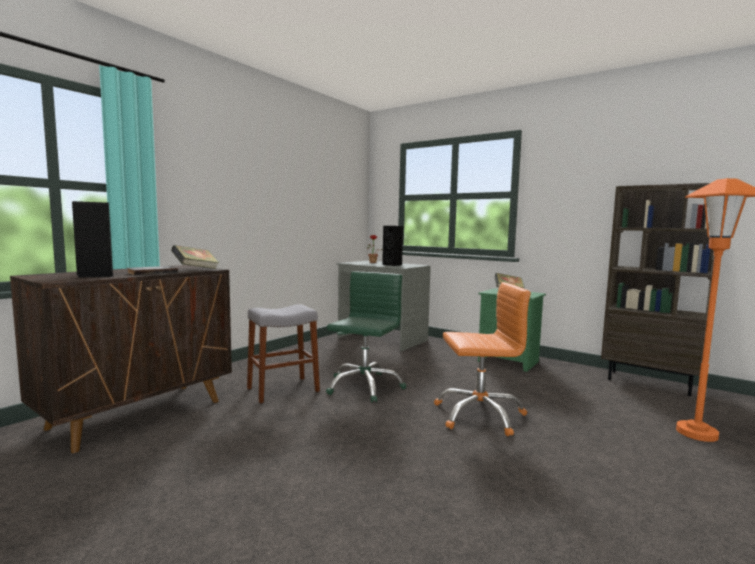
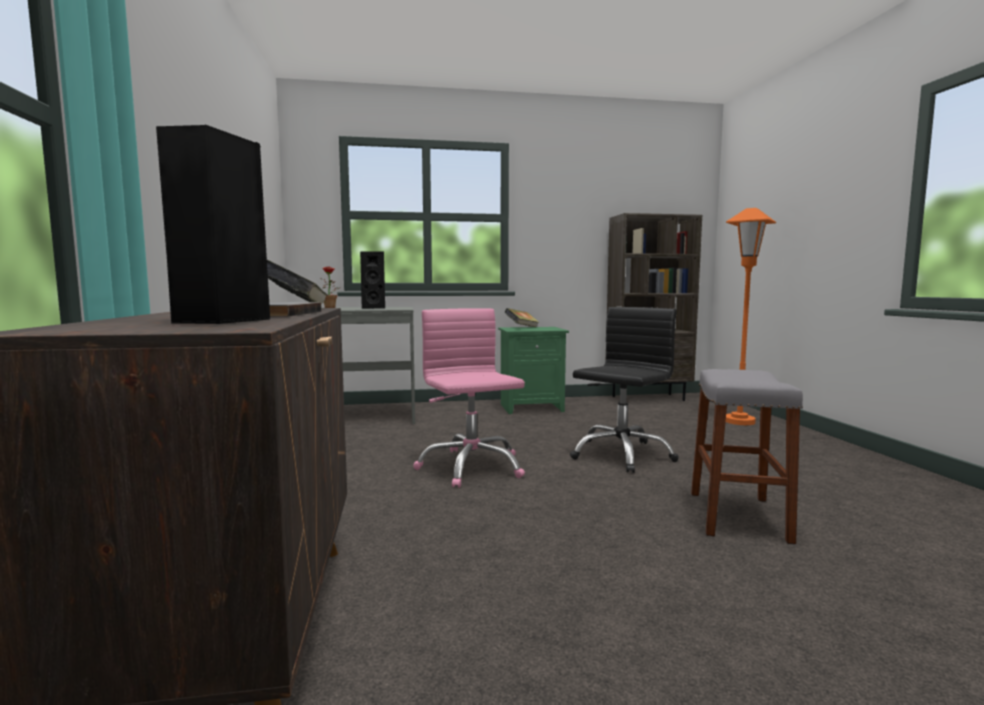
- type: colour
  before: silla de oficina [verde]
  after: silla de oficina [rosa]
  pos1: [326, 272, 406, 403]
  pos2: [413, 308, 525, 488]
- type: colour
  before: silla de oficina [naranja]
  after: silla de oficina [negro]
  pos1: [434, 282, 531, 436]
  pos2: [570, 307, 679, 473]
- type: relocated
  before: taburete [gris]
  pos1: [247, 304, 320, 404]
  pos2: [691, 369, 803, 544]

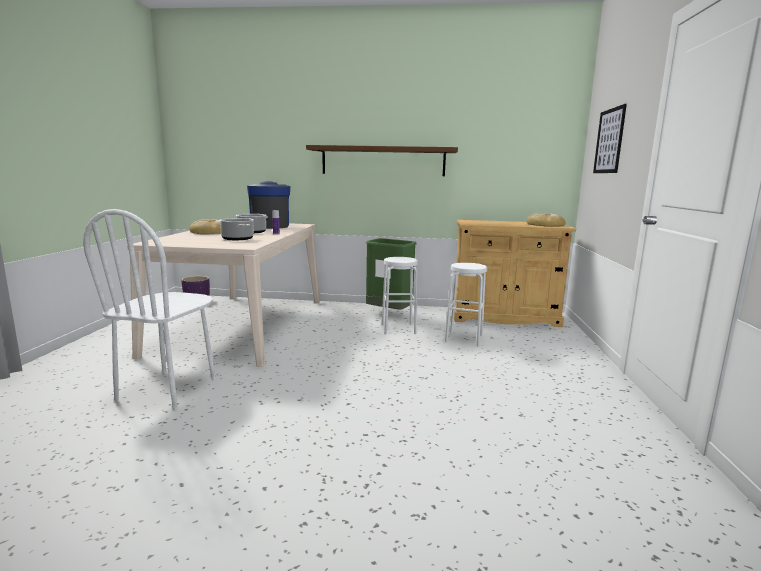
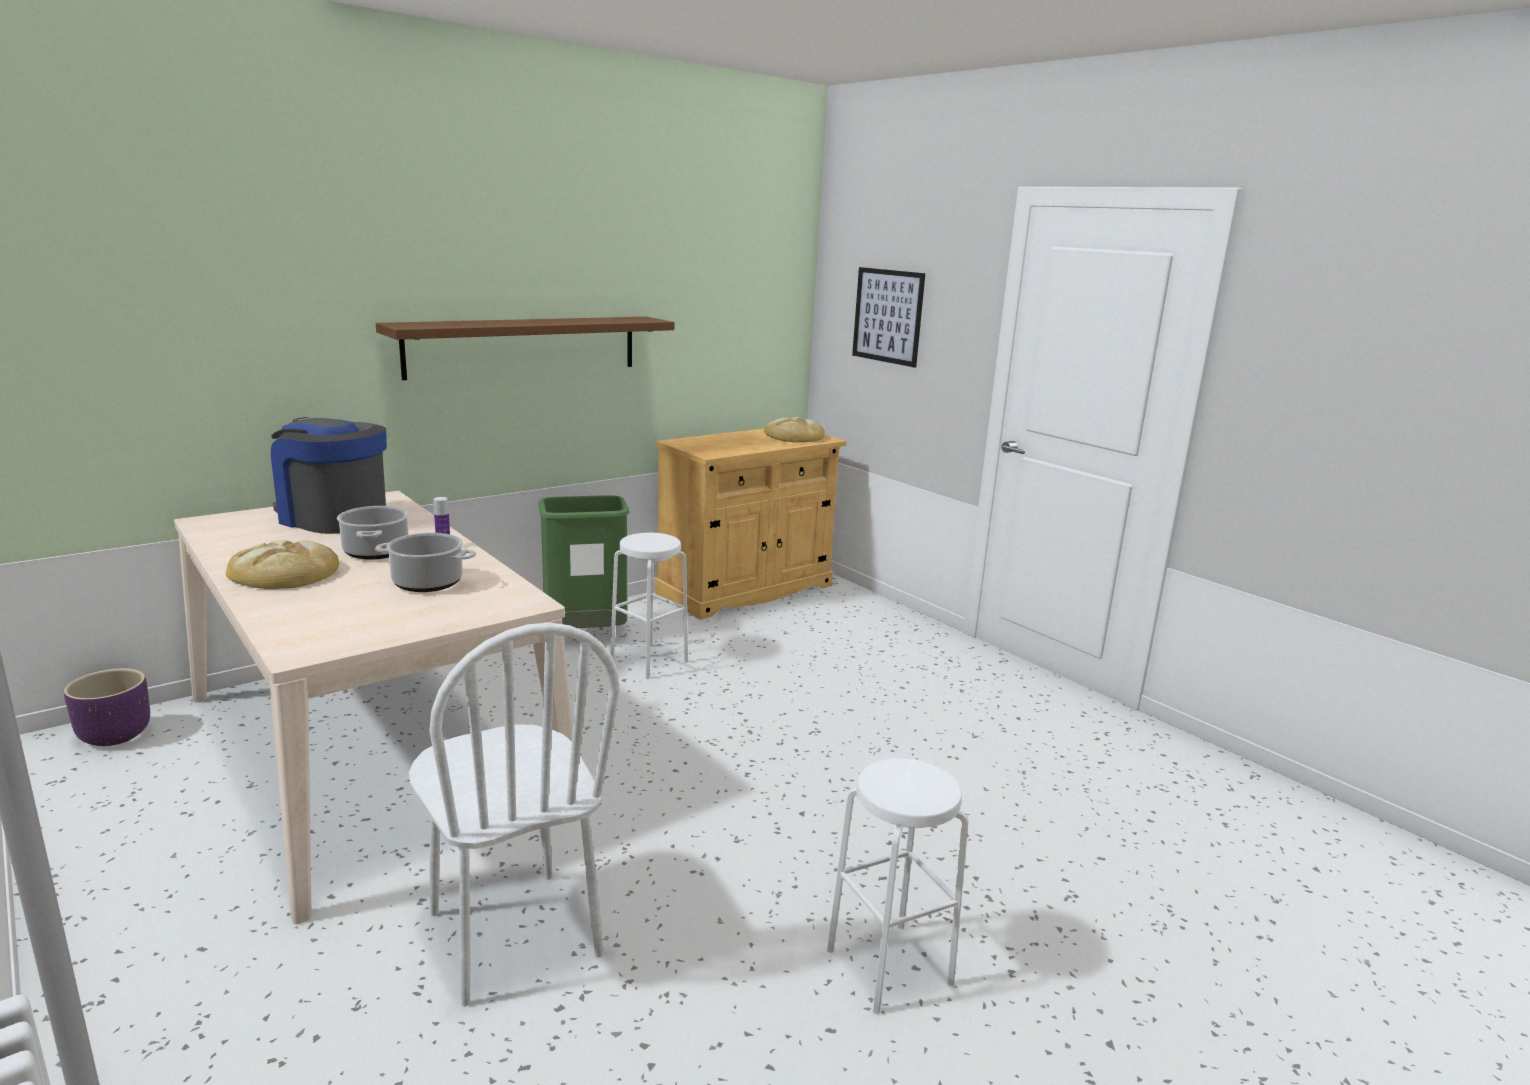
- type: relocated
  before: taburete [blanco]
  pos1: [445, 263, 487, 346]
  pos2: [827, 758, 968, 1015]

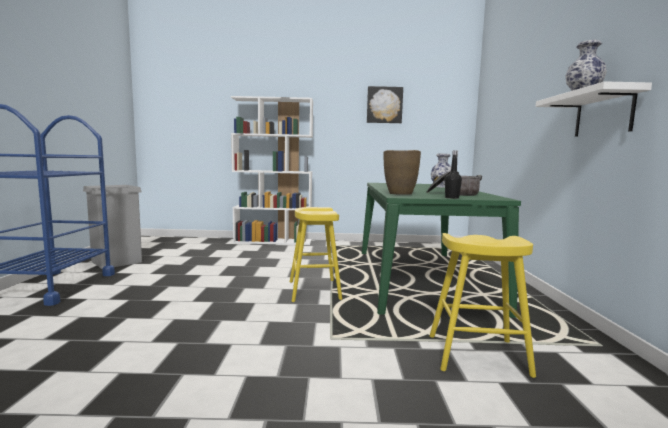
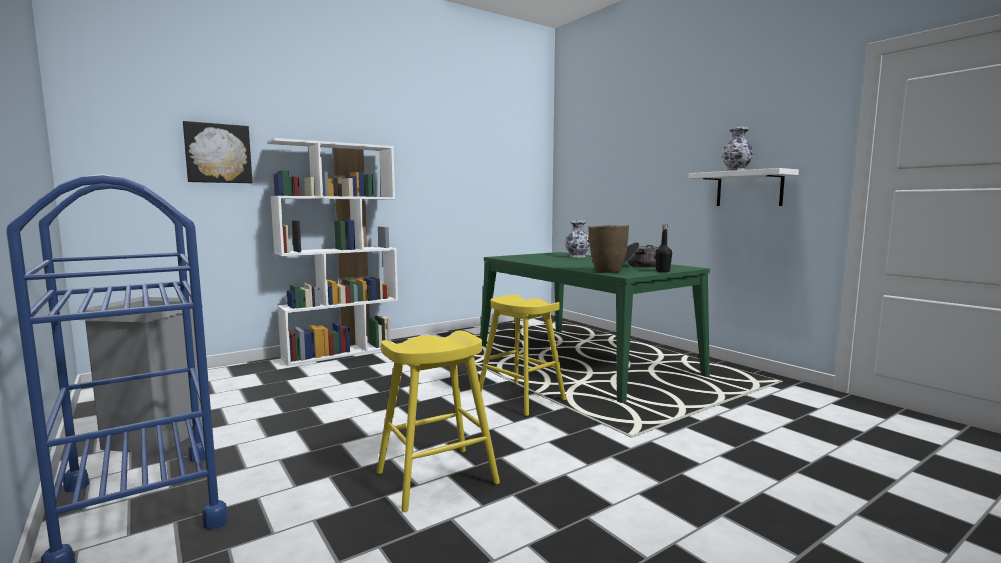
- type: relocated
  before: cuadro
  pos1: [367, 86, 403, 123]
  pos2: [183, 121, 252, 183]
- type: relocated
  before: taburete [amarillo]
  pos1: [430, 233, 536, 378]
  pos2: [376, 330, 500, 512]

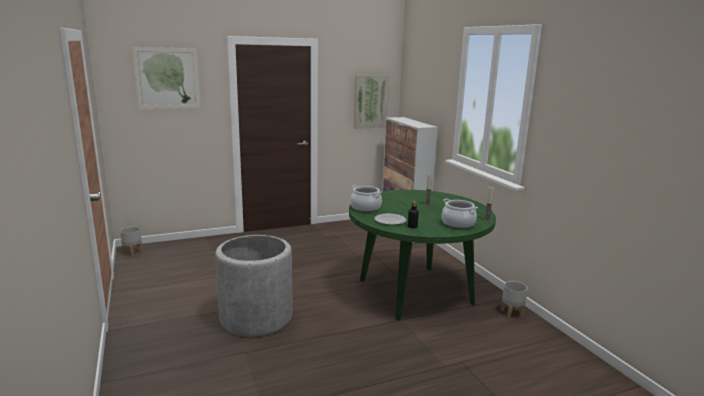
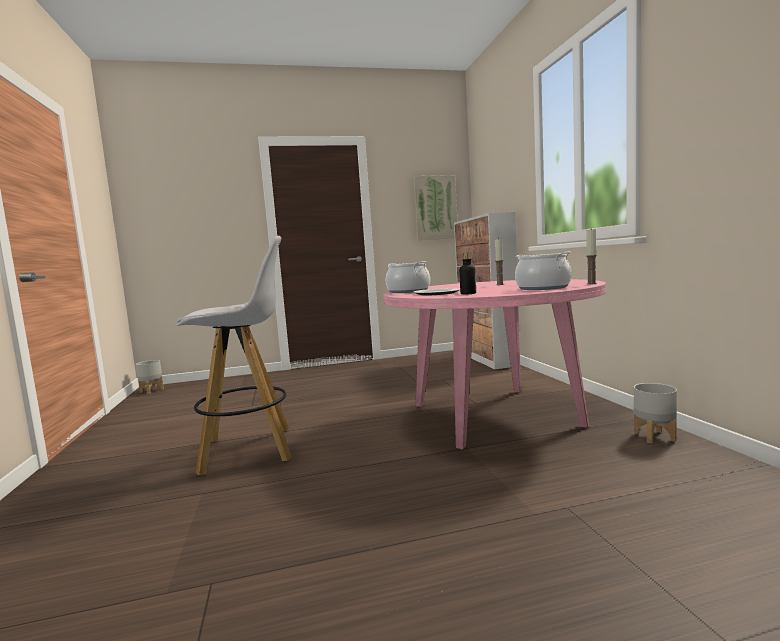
- type: missing
  before: cuadro
  pos1: [132, 47, 201, 109]
- type: colour
  before: mesa de comedor [verde]
  after: mesa de comedor [rosa]
  pos1: [349, 190, 496, 321]
  pos2: [384, 279, 606, 449]
- type: exchanged
  before: maceta [gris]
  after: taburete [blanco]
  pos1: [215, 235, 293, 337]
  pos2: [176, 236, 292, 475]

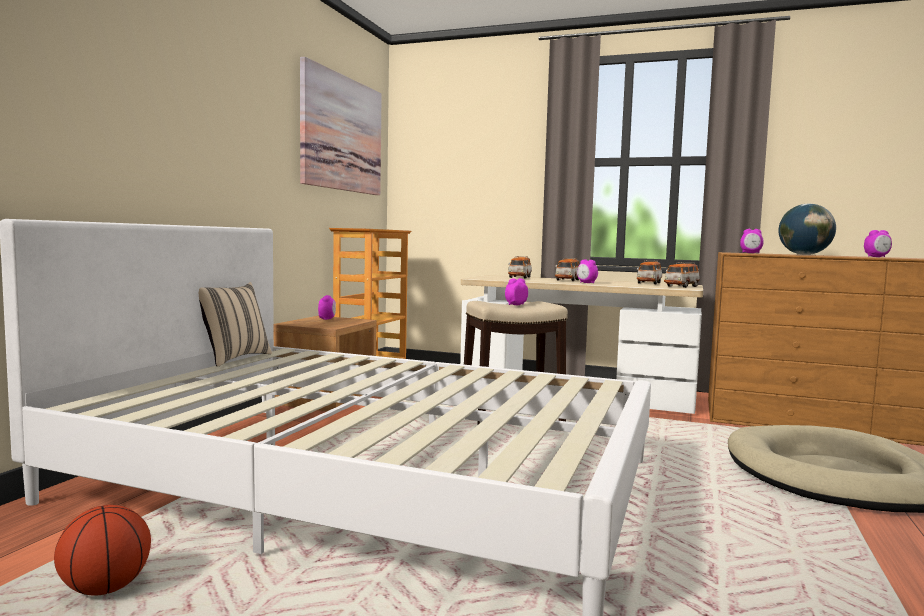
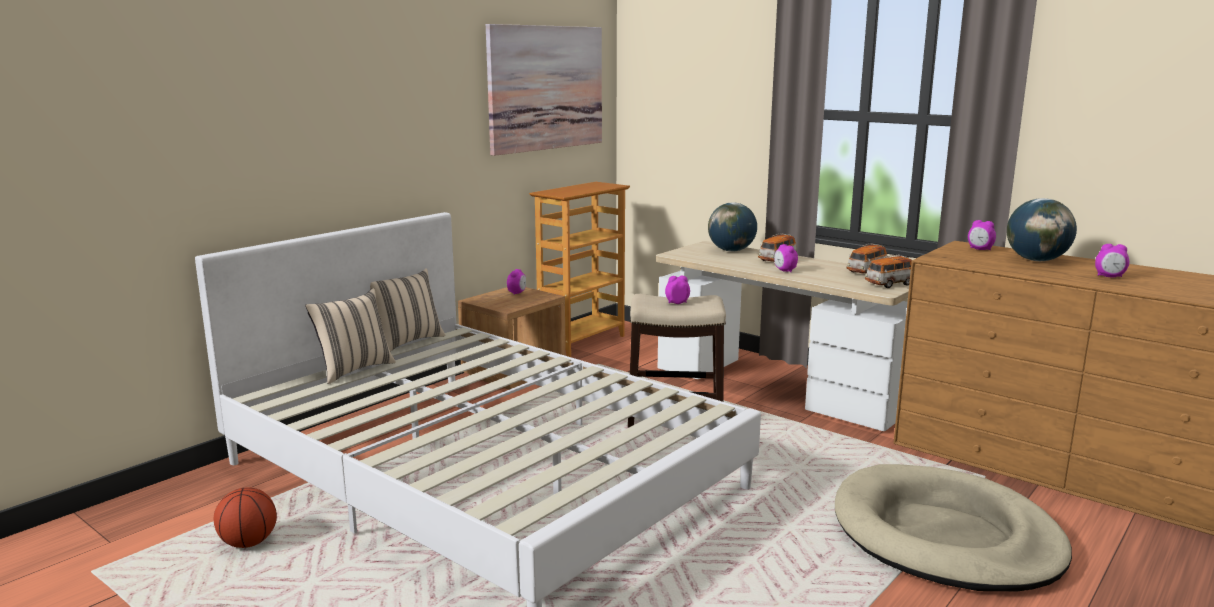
- type: exchanged
  before: coche de juguete
  after: globo terráqueo
  pos1: [508, 256, 532, 278]
  pos2: [708, 202, 757, 252]
- type: appeared
  after: cojín [beis]
  pos2: [305, 288, 396, 384]

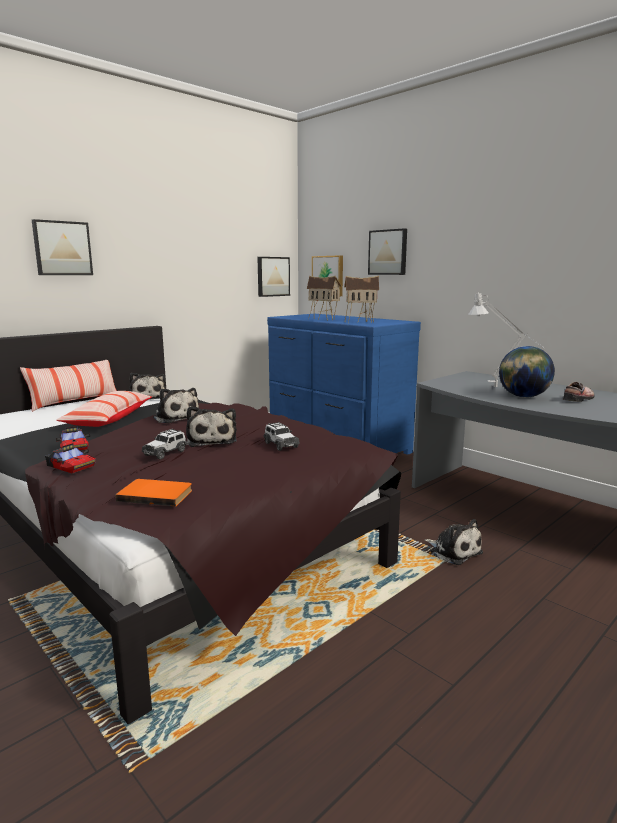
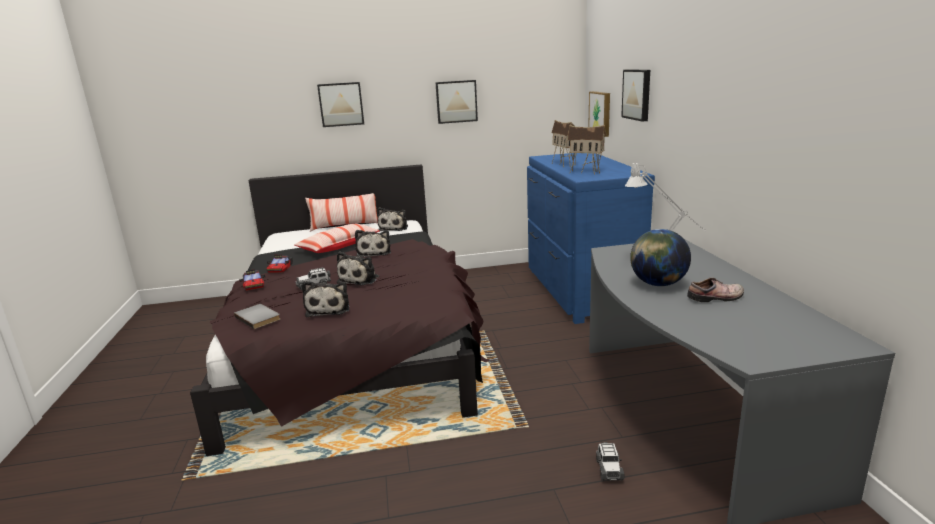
- type: relocated
  before: cuadro
  pos1: [257, 257, 290, 297]
  pos2: [435, 80, 478, 124]
- type: relocated
  before: coche de juguete
  pos1: [264, 422, 300, 451]
  pos2: [596, 442, 625, 481]
- type: colour
  before: libro [naranja]
  after: libro [gris]
  pos1: [116, 479, 192, 507]
  pos2: [234, 304, 280, 329]
- type: relocated
  before: peluche
  pos1: [424, 519, 483, 565]
  pos2: [302, 281, 349, 317]

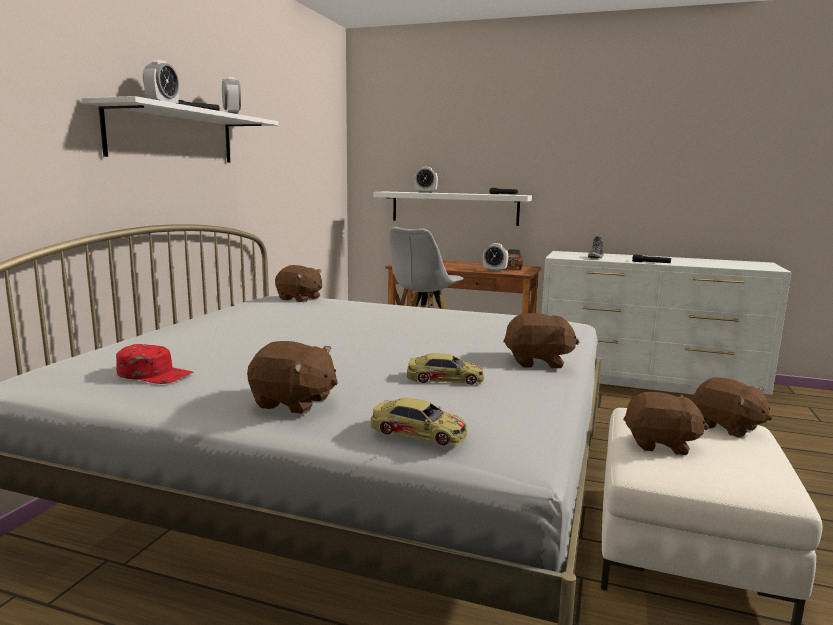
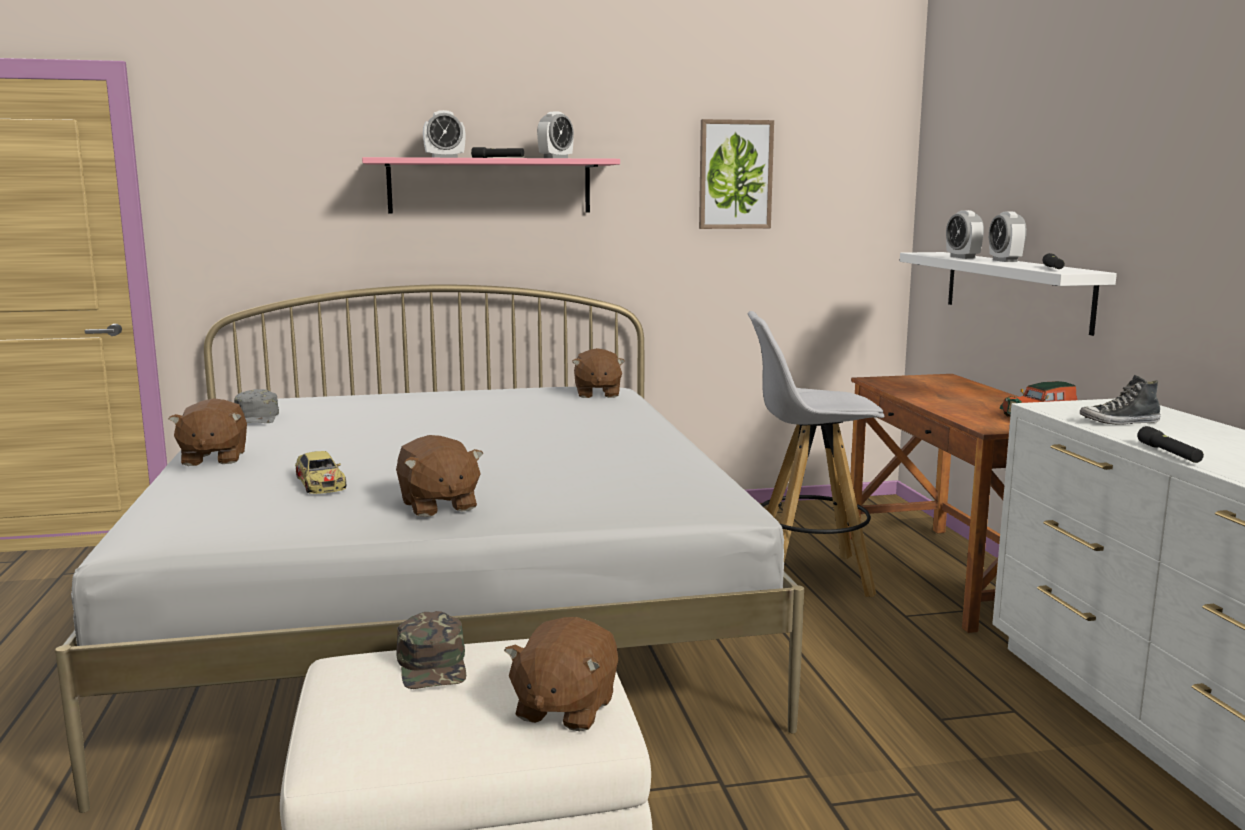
- type: colour
  before: estante [blanco]
  after: estante [rosa]
  pos1: [81, 96, 278, 163]
  pos2: [362, 157, 620, 214]
- type: relocated
  before: despertador
  pos1: [483, 243, 508, 272]
  pos2: [989, 212, 1027, 262]
- type: colour
  before: gorra [rojo]
  after: gorra [gris]
  pos1: [116, 344, 193, 384]
  pos2: [234, 389, 279, 423]
- type: exchanged
  before: peluche [marrón]
  after: gorra [verde]
  pos1: [623, 392, 709, 455]
  pos2: [396, 611, 466, 689]
- type: missing
  before: coche de juguete
  pos1: [371, 398, 468, 445]
- type: appeared
  after: cuadro
  pos2: [699, 119, 774, 229]

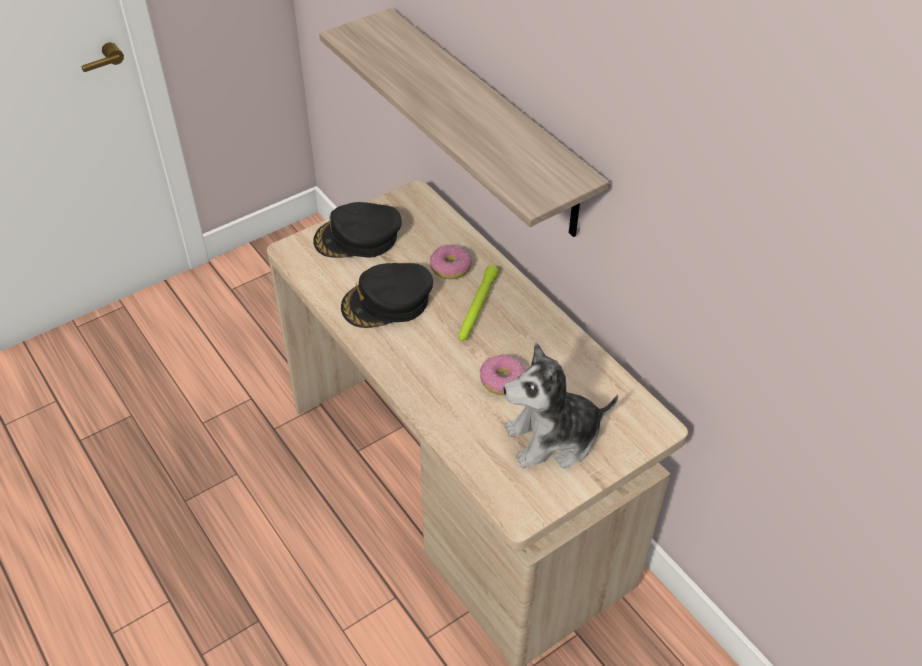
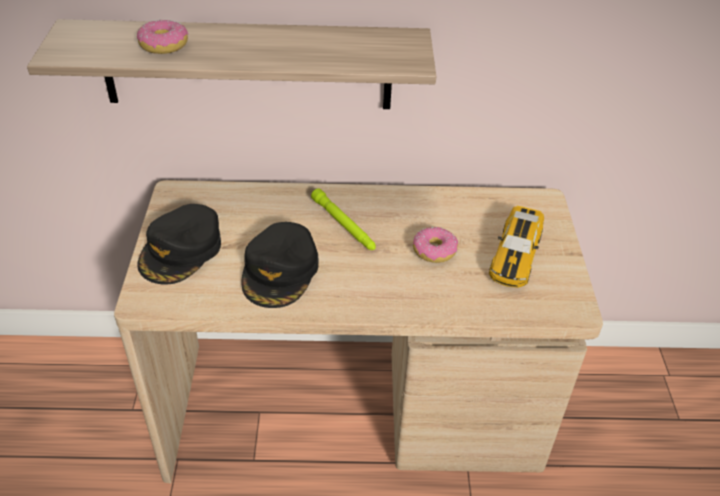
- type: relocated
  before: rosquilla
  pos1: [430, 244, 472, 279]
  pos2: [137, 19, 188, 54]
- type: exchanged
  before: peluche
  after: coche de juguete
  pos1: [503, 343, 618, 468]
  pos2: [489, 206, 544, 288]

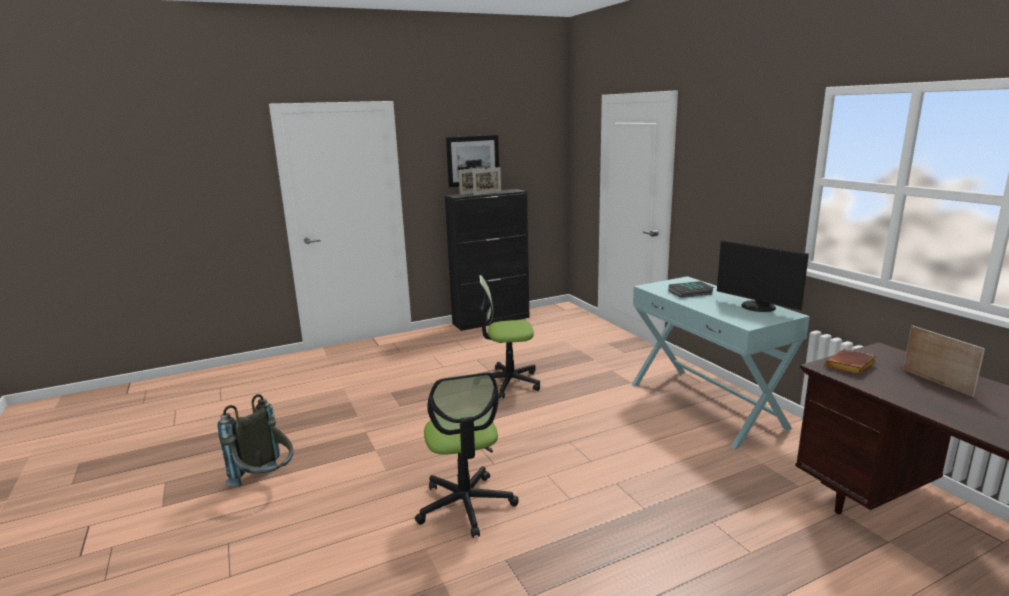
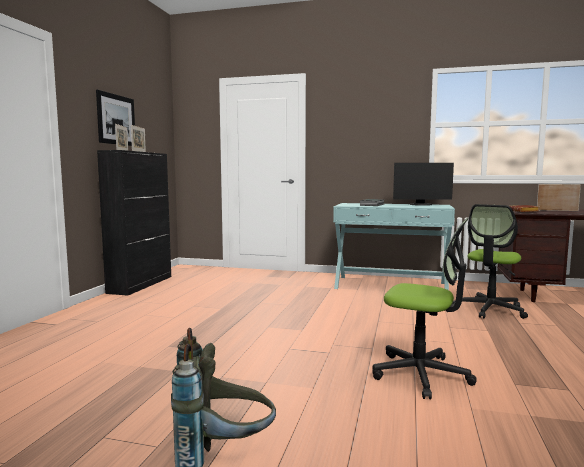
- type: relocated
  before: silla de oficina
  pos1: [479, 275, 540, 399]
  pos2: [452, 204, 528, 319]

